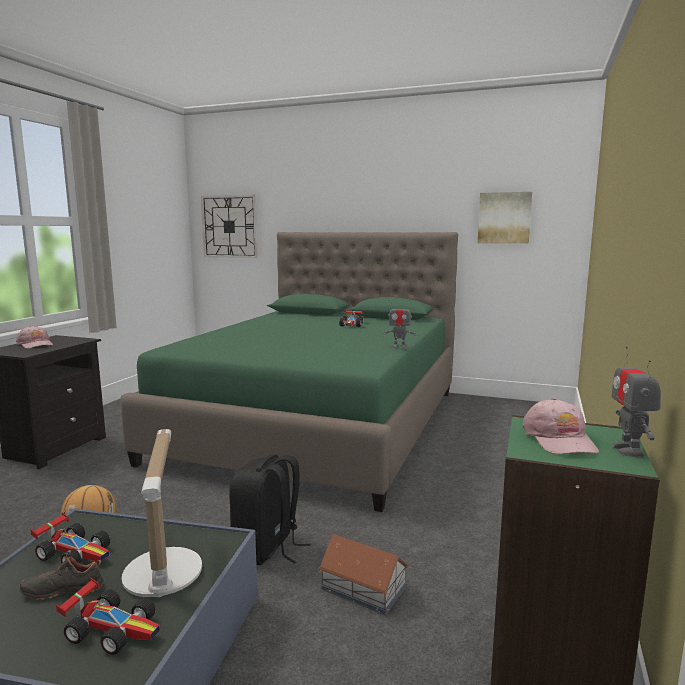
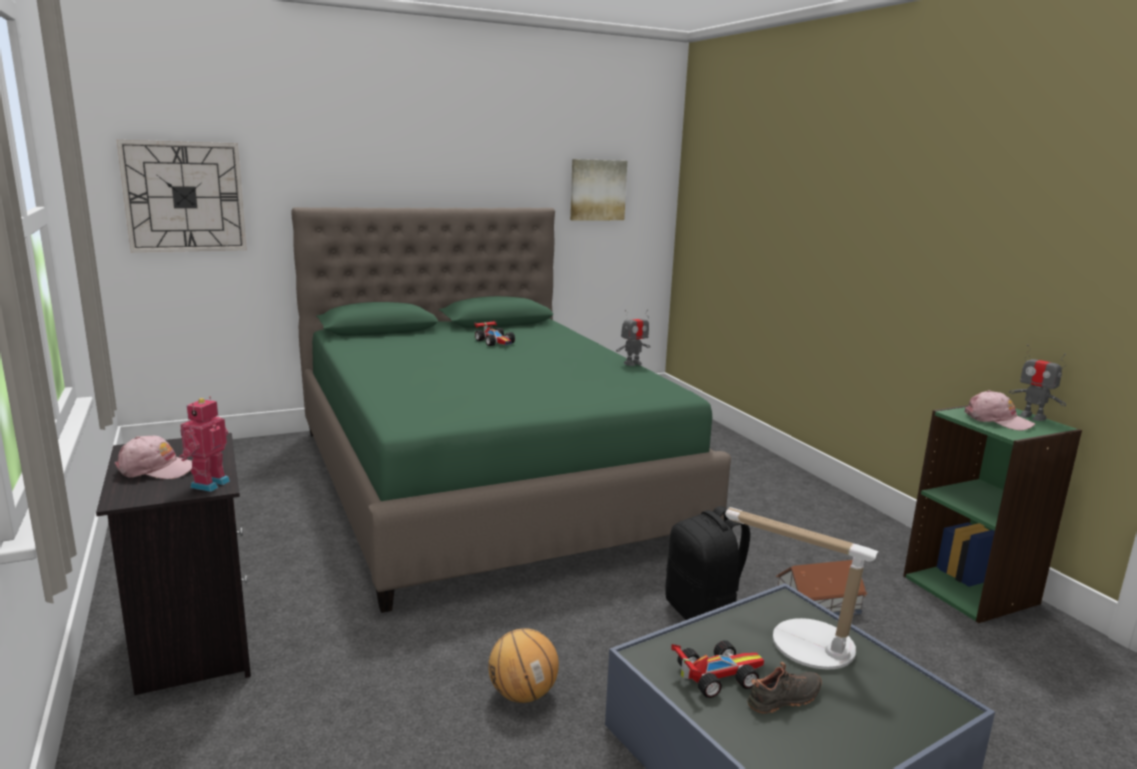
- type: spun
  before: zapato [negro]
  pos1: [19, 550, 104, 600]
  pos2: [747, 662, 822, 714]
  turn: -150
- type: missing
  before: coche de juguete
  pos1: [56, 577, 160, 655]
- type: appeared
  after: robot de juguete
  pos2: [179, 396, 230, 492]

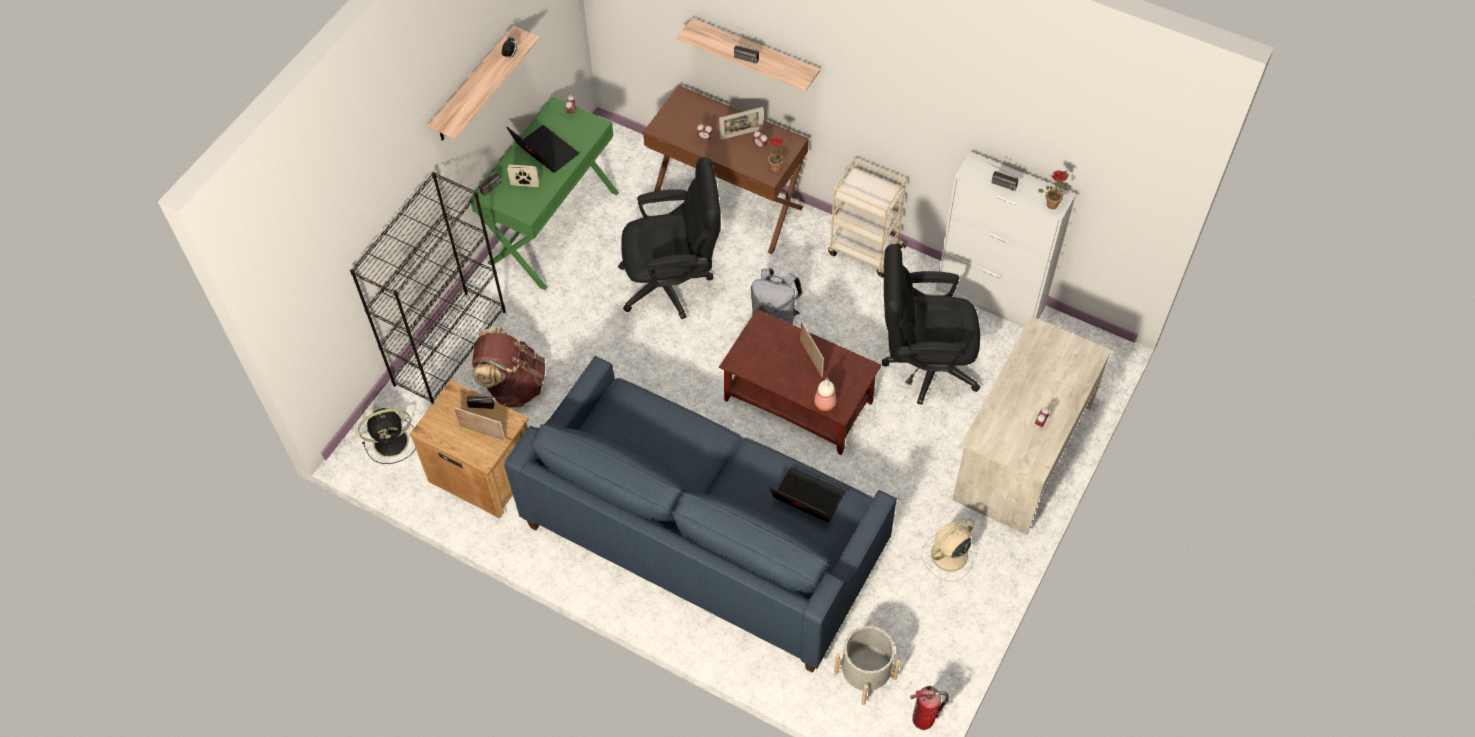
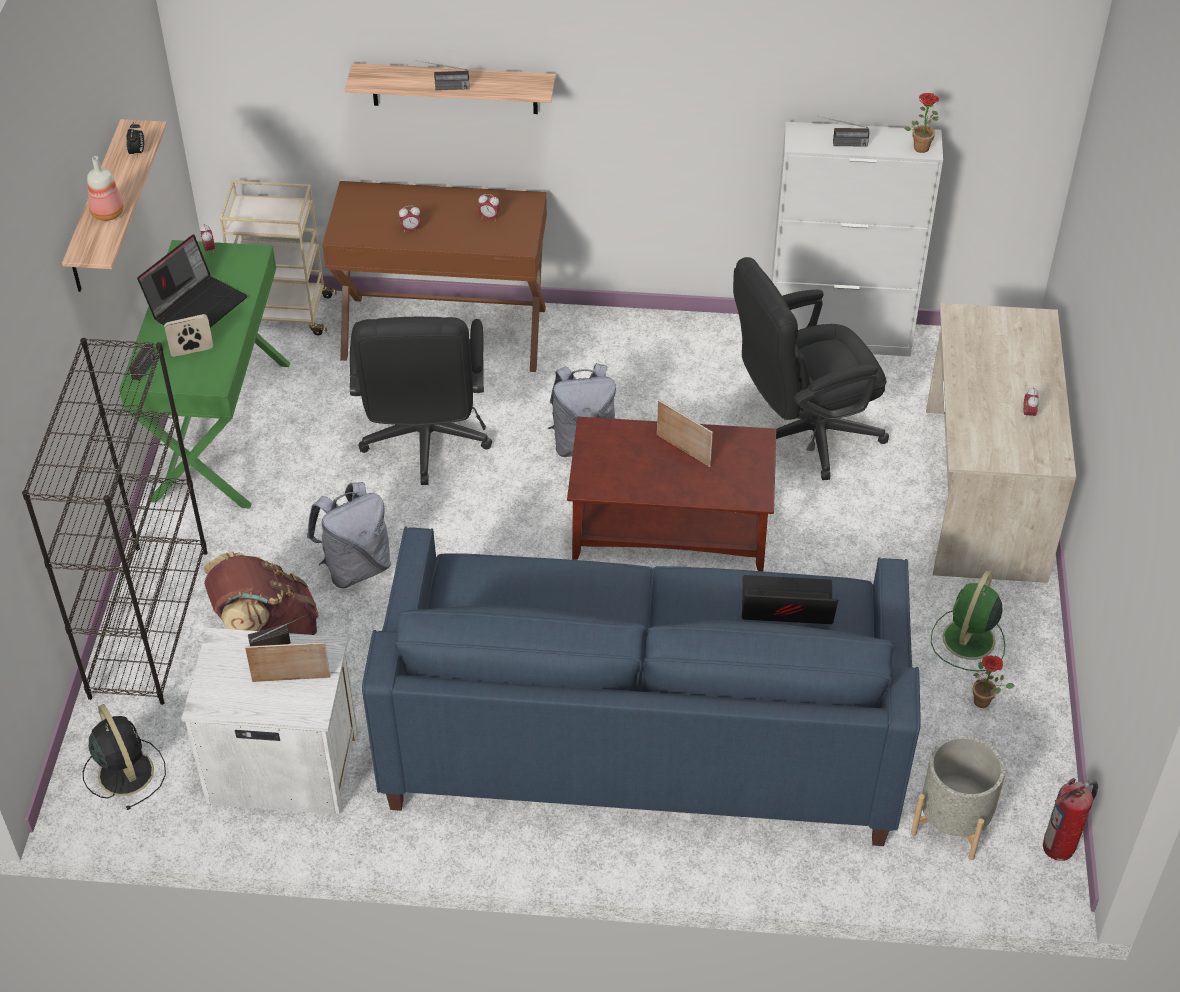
- type: missing
  before: portarretratos
  pos1: [719, 107, 763, 140]
- type: spun
  before: portátil
  pos1: [506, 125, 579, 173]
  pos2: [137, 235, 247, 327]
  turn: 105
- type: relocated
  before: planta en maceta
  pos1: [767, 137, 787, 172]
  pos2: [973, 656, 1015, 708]
- type: spun
  before: silla de oficina [negro]
  pos1: [618, 157, 721, 319]
  pos2: [350, 317, 492, 485]
  turn: 120
- type: relocated
  before: carrito [beis]
  pos1: [828, 159, 906, 277]
  pos2: [219, 180, 337, 335]
- type: relocated
  before: botella
  pos1: [814, 378, 837, 411]
  pos2: [87, 156, 124, 221]
- type: colour
  before: mesita de noche [marrón]
  after: mesita de noche [blanco]
  pos1: [409, 380, 529, 518]
  pos2: [181, 628, 357, 814]
- type: spun
  before: ventilador [negro]
  pos1: [358, 408, 416, 464]
  pos2: [83, 704, 166, 810]
  turn: -75
- type: colour
  before: ventilador [beis]
  after: ventilador [verde]
  pos1: [921, 518, 977, 581]
  pos2: [931, 571, 1005, 672]
- type: appeared
  after: mochila [gris]
  pos2: [307, 482, 391, 588]

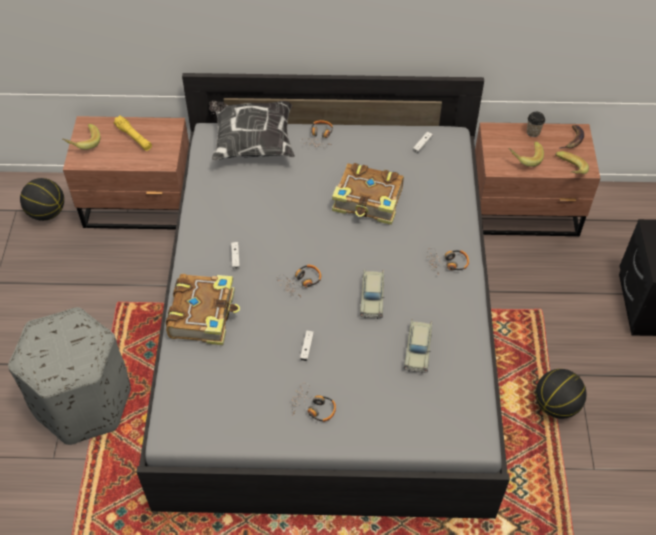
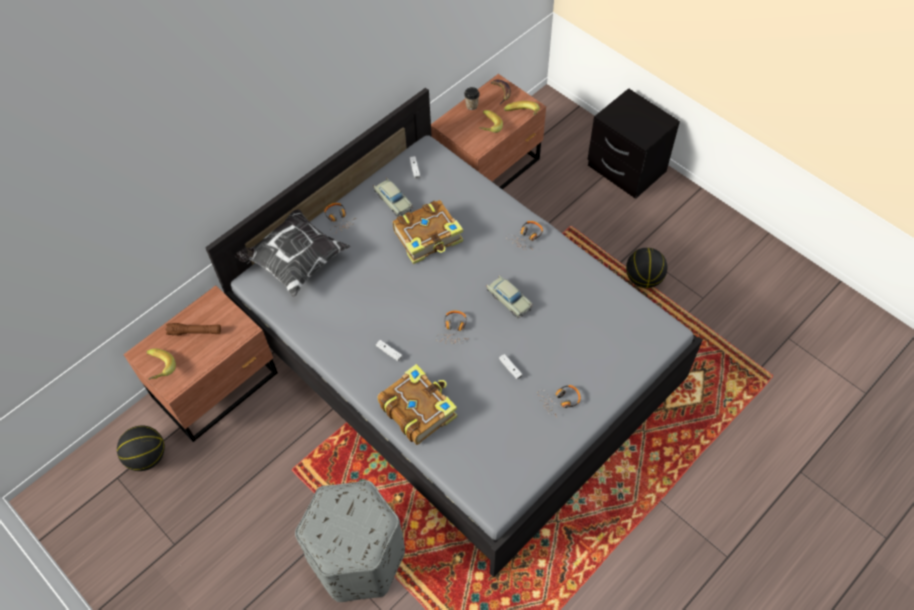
- type: colour
  before: linterna [amarillo]
  after: linterna [marrón]
  pos1: [114, 115, 152, 151]
  pos2: [165, 323, 221, 335]
- type: relocated
  before: coche de juguete [beis]
  pos1: [403, 319, 432, 373]
  pos2: [374, 178, 413, 217]

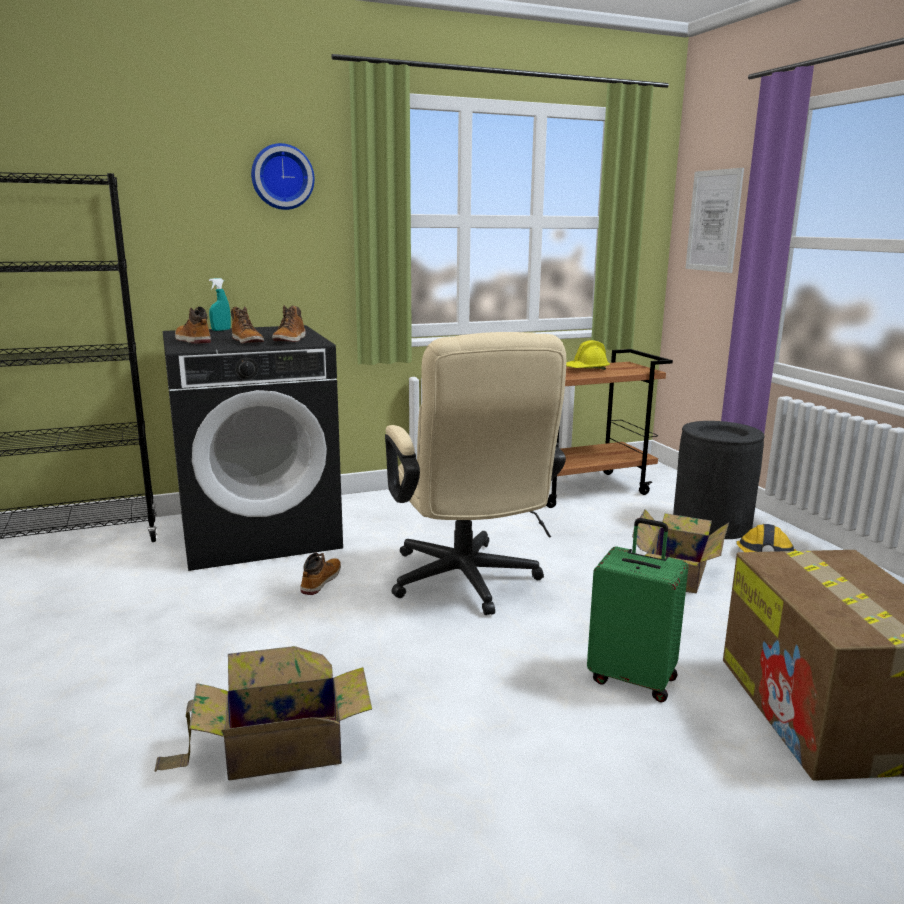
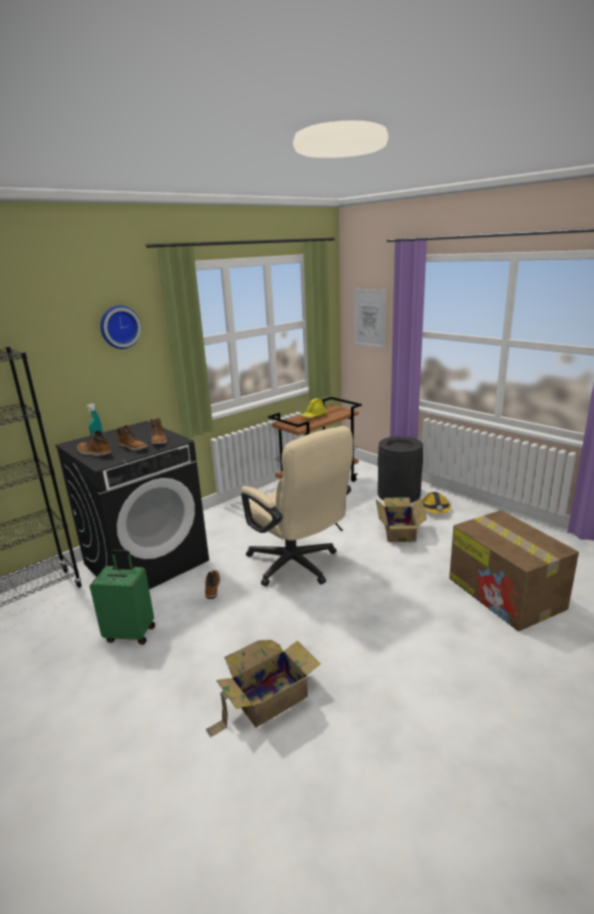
- type: relocated
  before: maleta [verde]
  pos1: [587, 518, 688, 702]
  pos2: [90, 550, 155, 645]

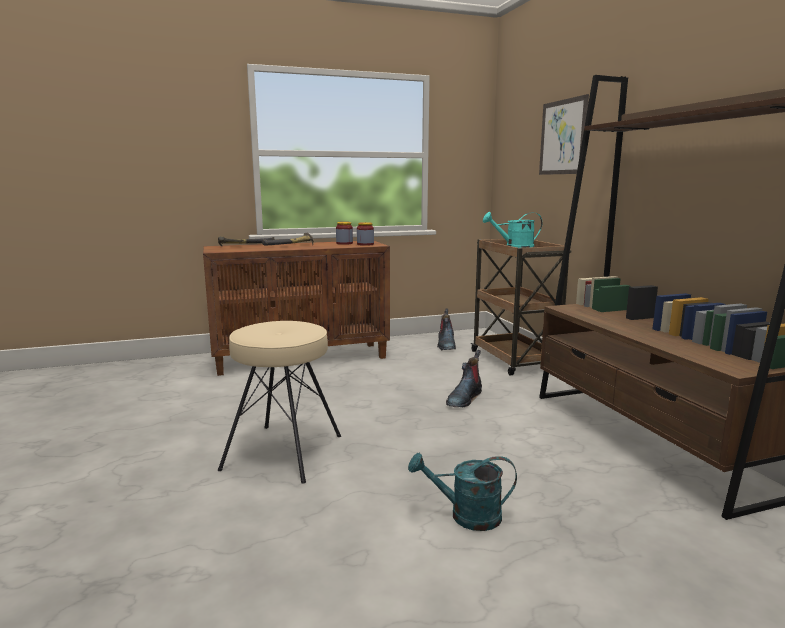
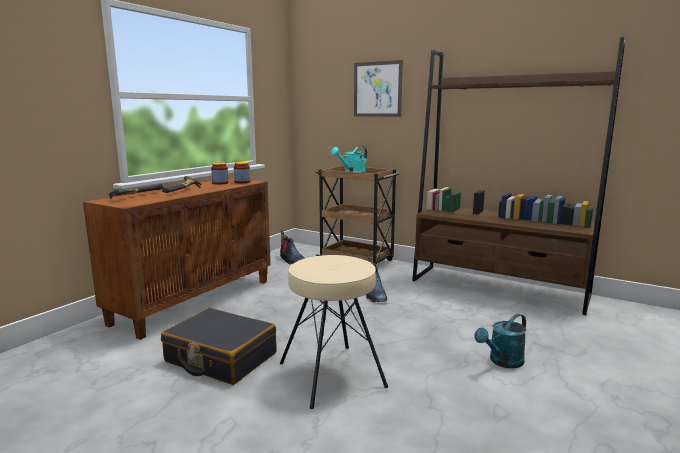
- type: appeared
  after: maleta [negro]
  pos2: [161, 308, 277, 385]

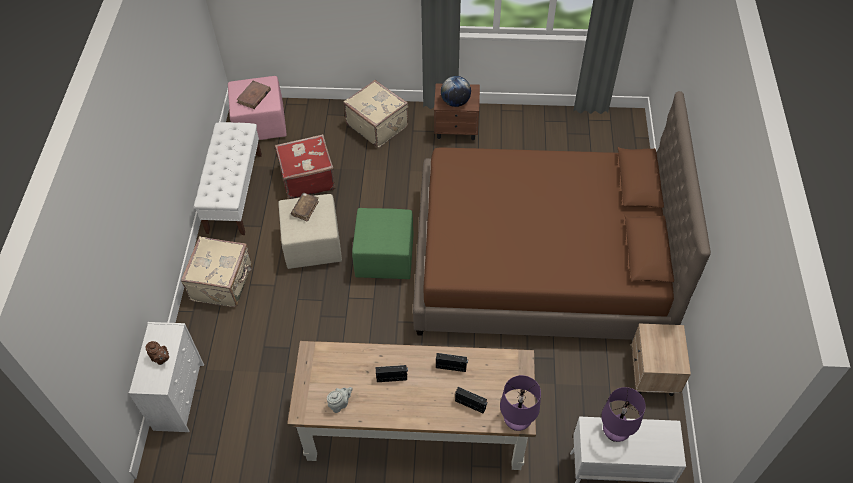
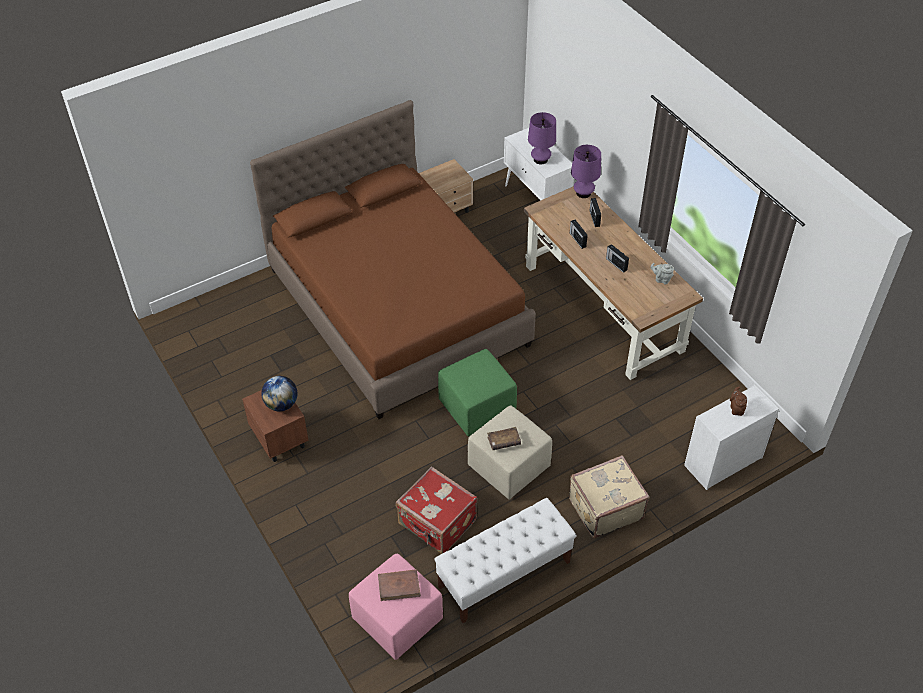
- type: missing
  before: maleta [beis]
  pos1: [343, 80, 409, 148]

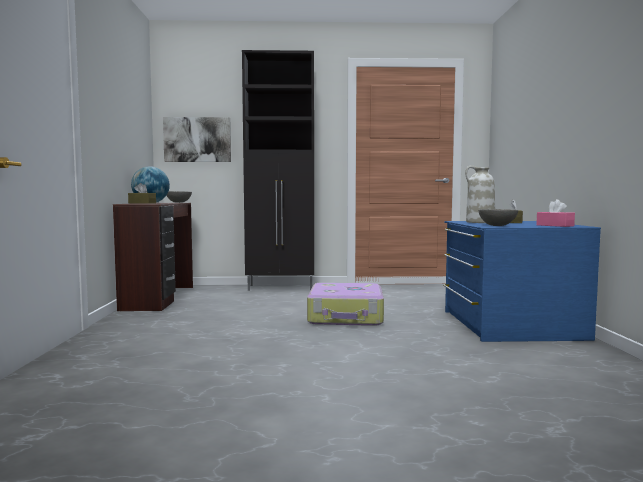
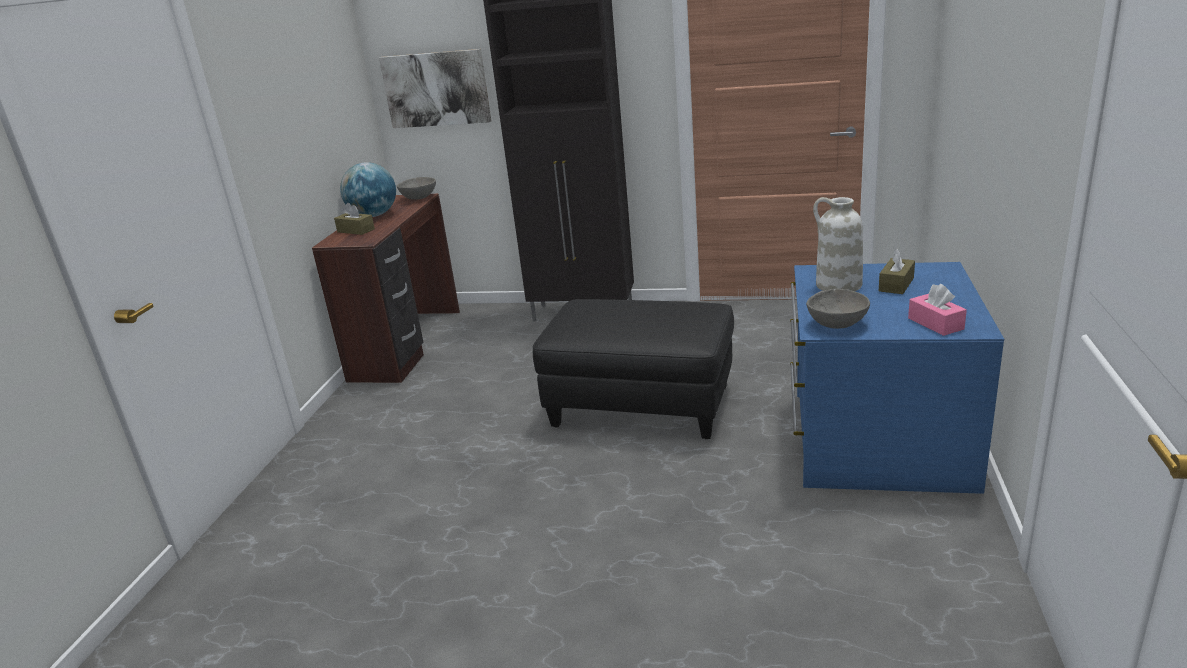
- type: exchanged
  before: maleta
  after: puf [negro]
  pos1: [307, 283, 384, 326]
  pos2: [533, 299, 734, 439]

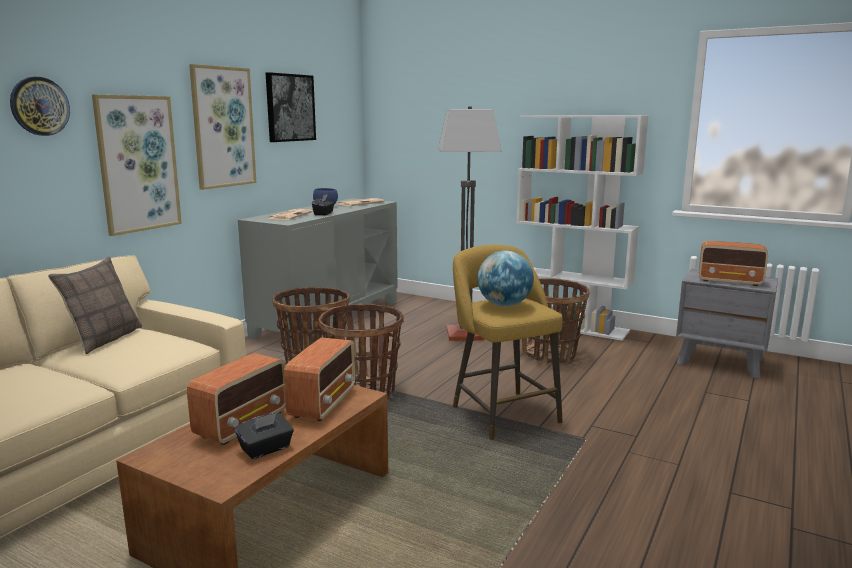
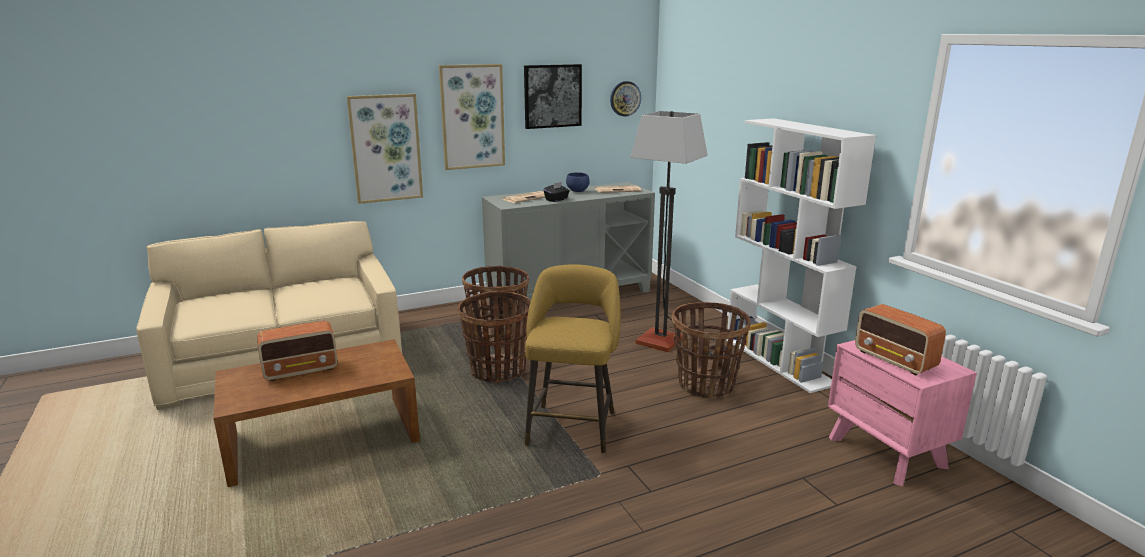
- type: relocated
  before: reloj de pared
  pos1: [10, 77, 70, 136]
  pos2: [610, 81, 641, 117]
- type: missing
  before: globo terráqueo
  pos1: [477, 251, 534, 306]
- type: missing
  before: cojín
  pos1: [48, 256, 142, 355]
- type: colour
  before: mesita de noche [gris]
  after: mesita de noche [rosa]
  pos1: [676, 269, 778, 378]
  pos2: [828, 340, 977, 486]
- type: missing
  before: radio
  pos1: [284, 337, 355, 421]
- type: missing
  before: caja de pañuelos [negro]
  pos1: [235, 413, 294, 459]

